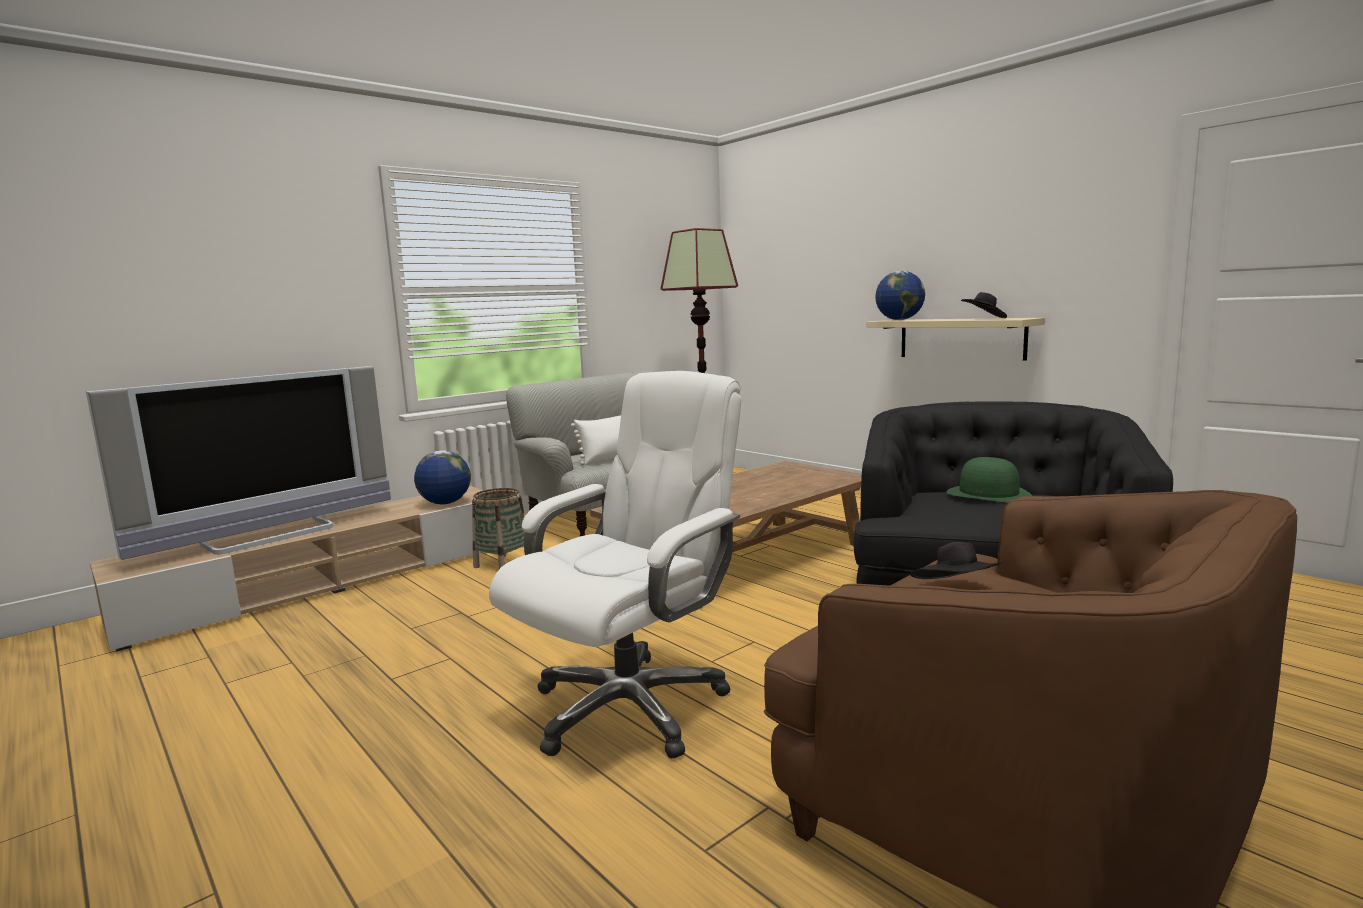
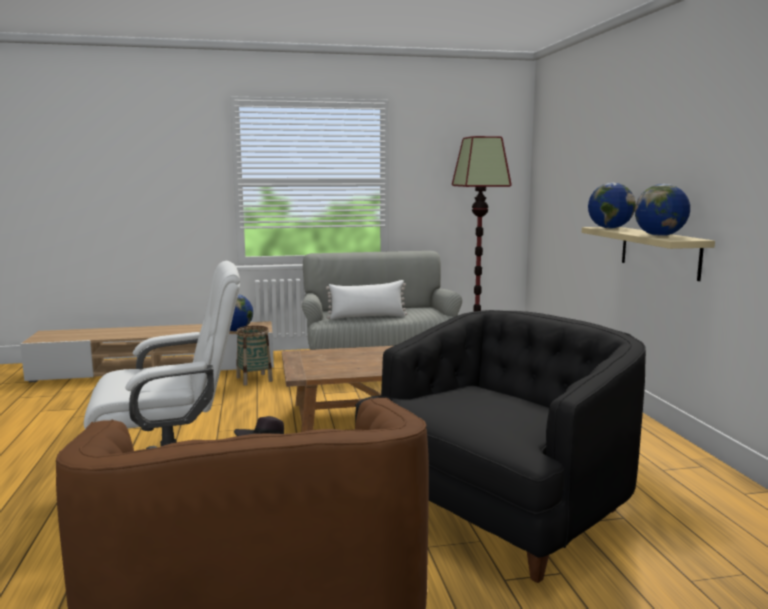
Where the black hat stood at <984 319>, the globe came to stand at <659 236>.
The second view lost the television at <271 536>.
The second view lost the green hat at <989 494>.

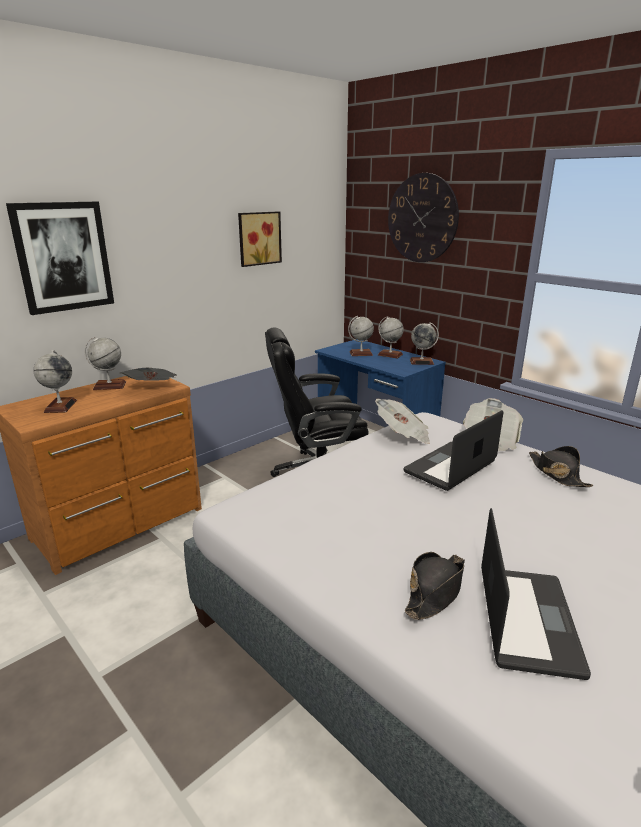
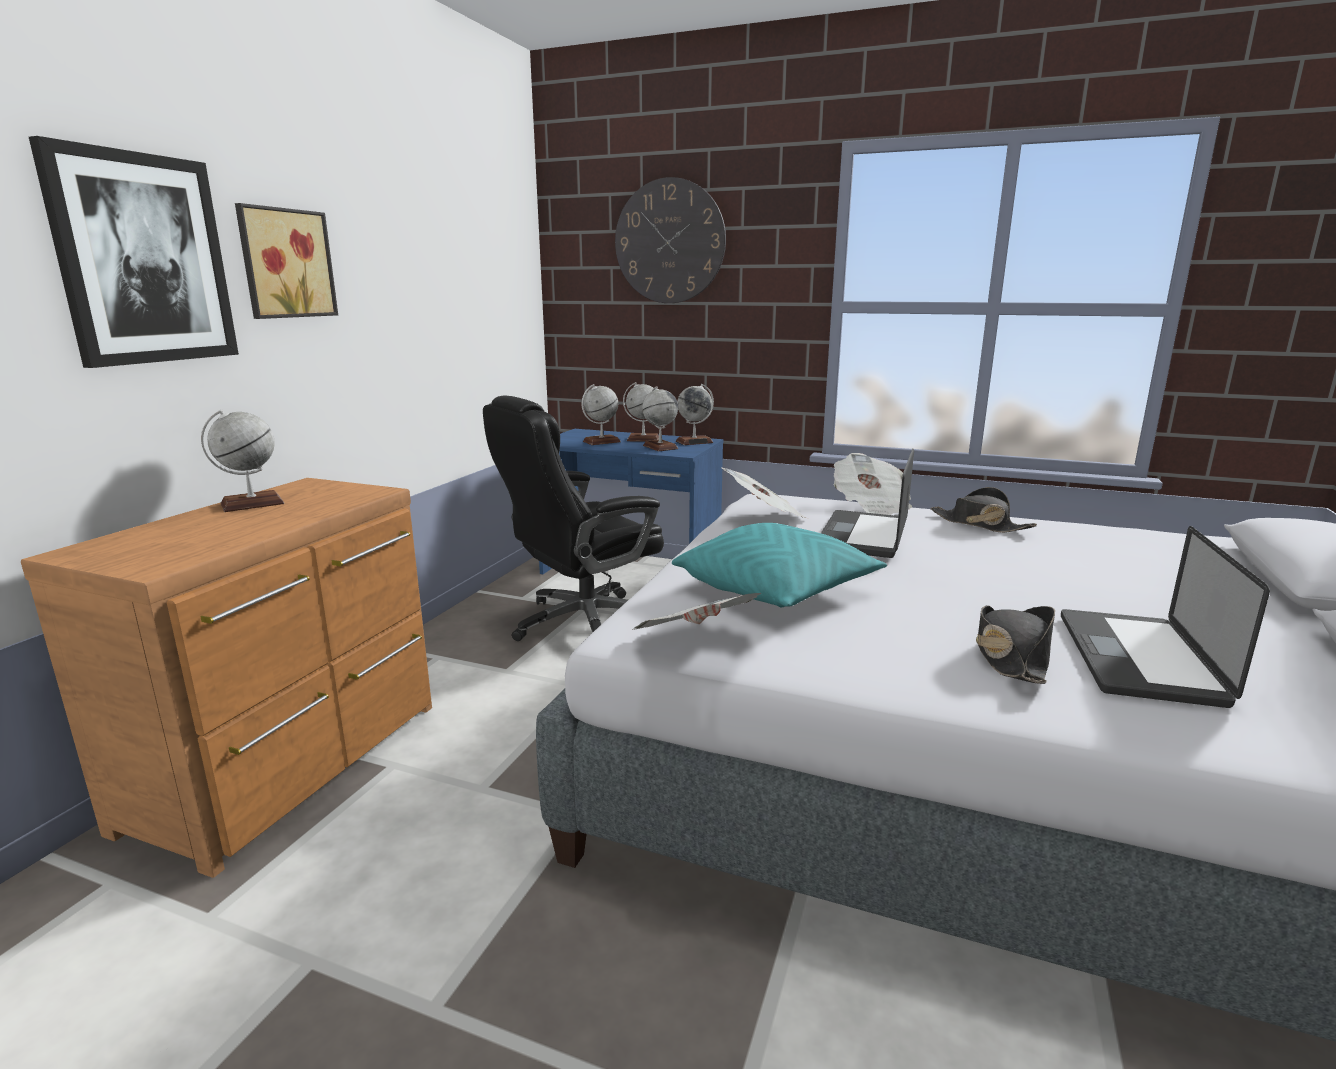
The picture ended up elsewhere, having gone from <258 238> to <284 263>.
The globe ended up elsewhere, having gone from <60 406> to <660 447>.
The newspaper ended up elsewhere, having gone from <152 389> to <694 644>.
The laptop at <527 621> ended up facing another way, 150 degrees counterclockwise from before.
The second view gained the turquoise pillow at <777 591>.

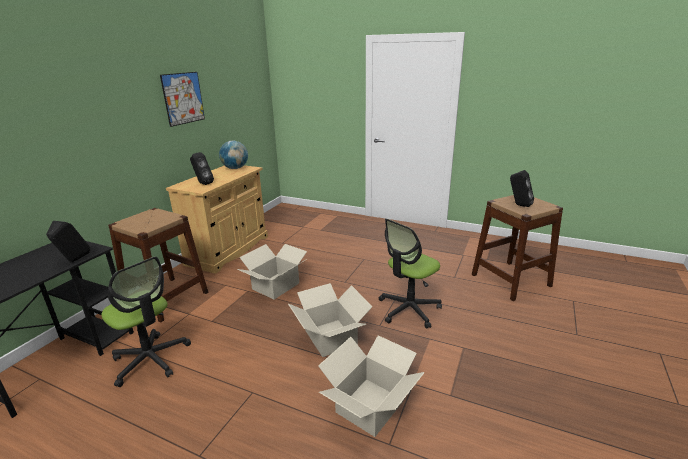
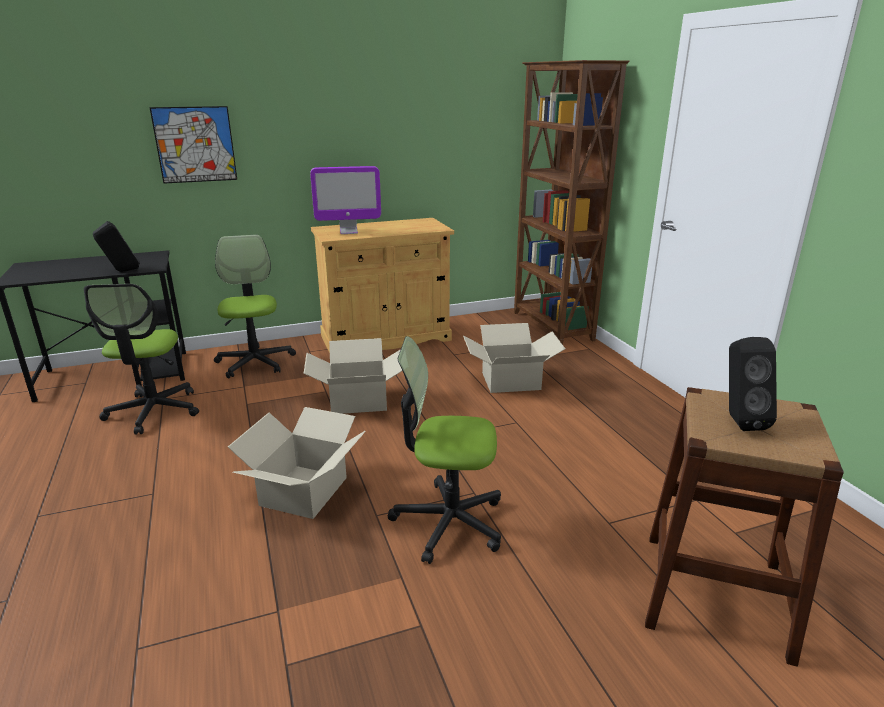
The picture ended up elsewhere, having gone from <183 98> to <195 144>.
The second view lost the globe at <235 168>.
Where the black speaker stood at <202 183>, the monitor came to stand at <348 232>.
Where the brown stool stood at <167 298>, the office chair came to stand at <255 362>.
The cardboard box ended up elsewhere, having gone from <369 405> to <510 380>.
The second view gained the brown bookcase at <551 326>.

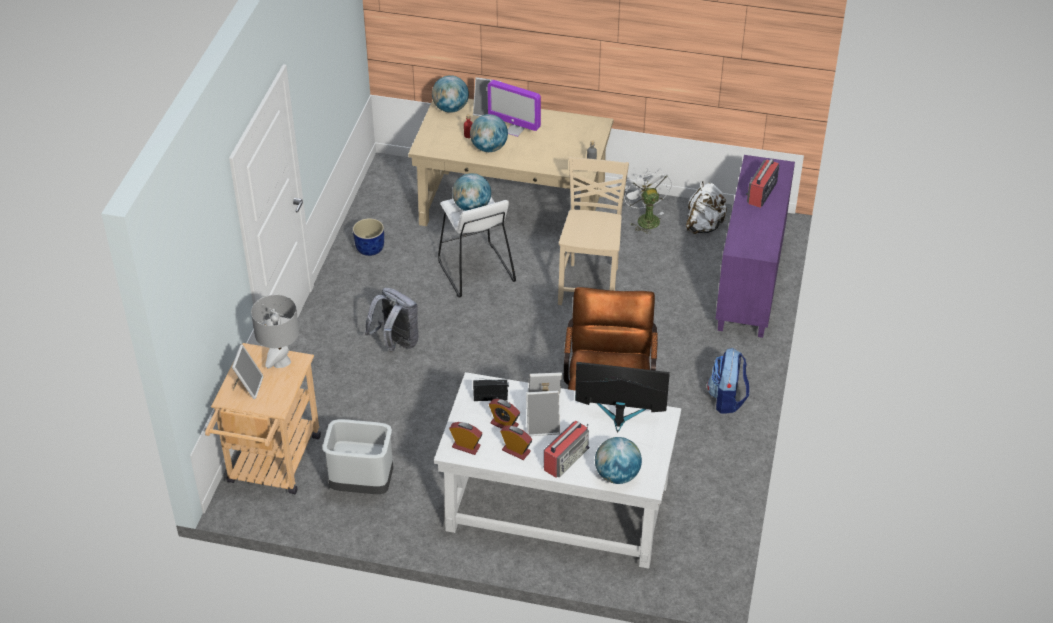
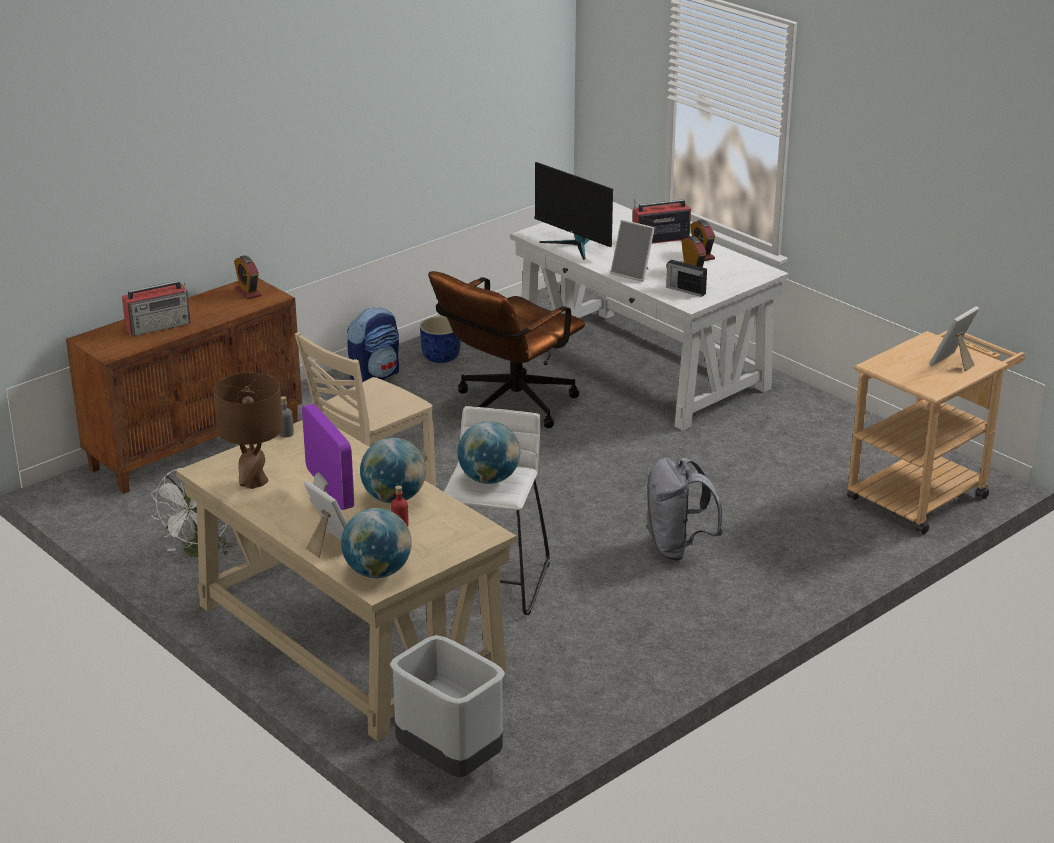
What was the purple cabinet at <750 285> turned into the brown cabinet at <196 445>.
The second view lost the white backpack at <704 226>.
The blue planter ended up elsewhere, having gone from <370 248> to <440 357>.
The second view lost the grey table lamp at <281 362>.
The second view lost the picture frame at <543 426>.
The grey trash can ended up elsewhere, having gone from <361 486> to <451 761>.
The alarm clock ended up elsewhere, having gone from <466 446> to <248 292>.
The second view lost the globe at <617 475>.
The second view gained the brown table lamp at <254 481>.

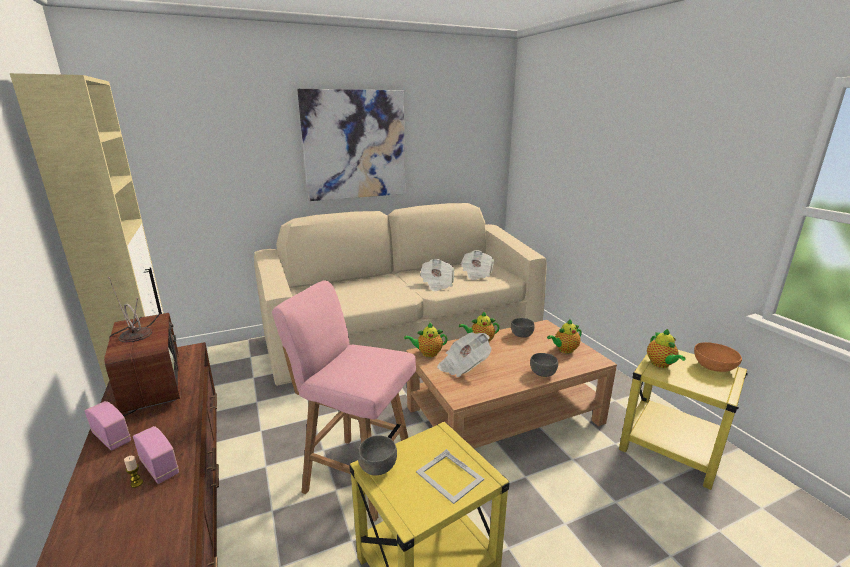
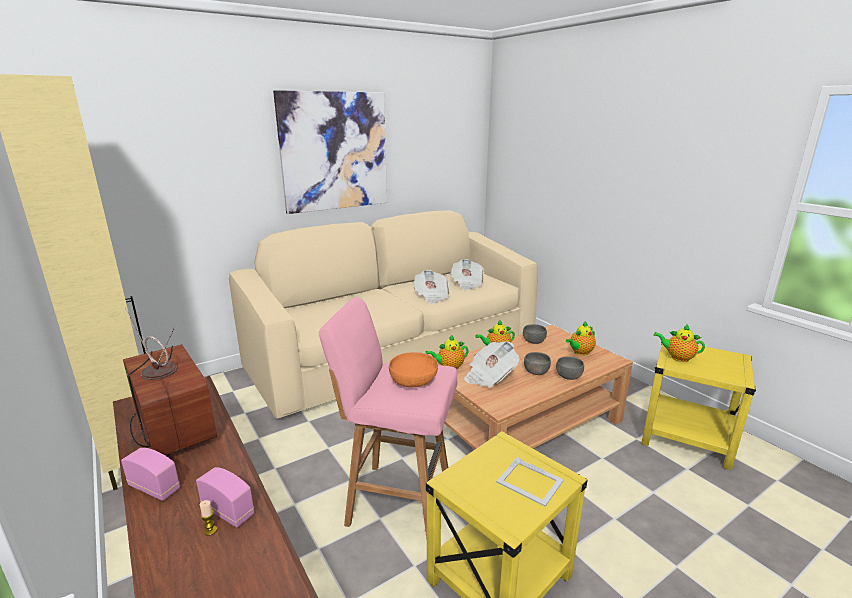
The teapot at <661 364> ended up facing another way, 135 degrees clockwise from before.
The orange bowl ended up elsewhere, having gone from <713 366> to <413 381>.
The grey bowl ended up elsewhere, having gone from <377 467> to <536 372>.

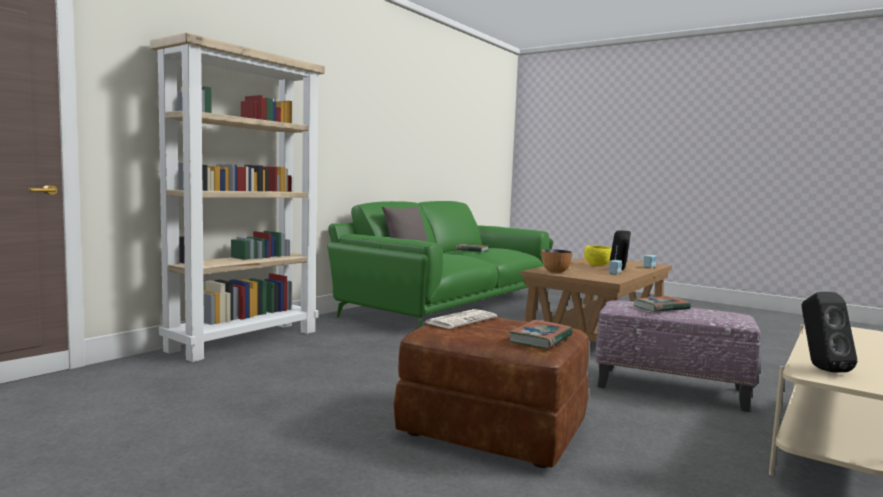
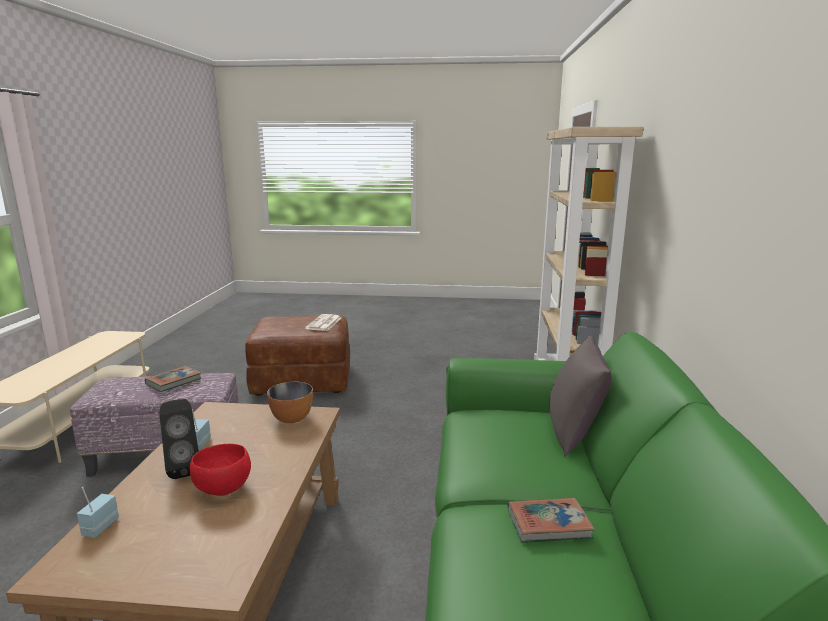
What was the yellow bowl at <597 265> turned into the red bowl at <224 490>.
The second view lost the black speaker at <820 368>.
The second view lost the book at <540 339>.

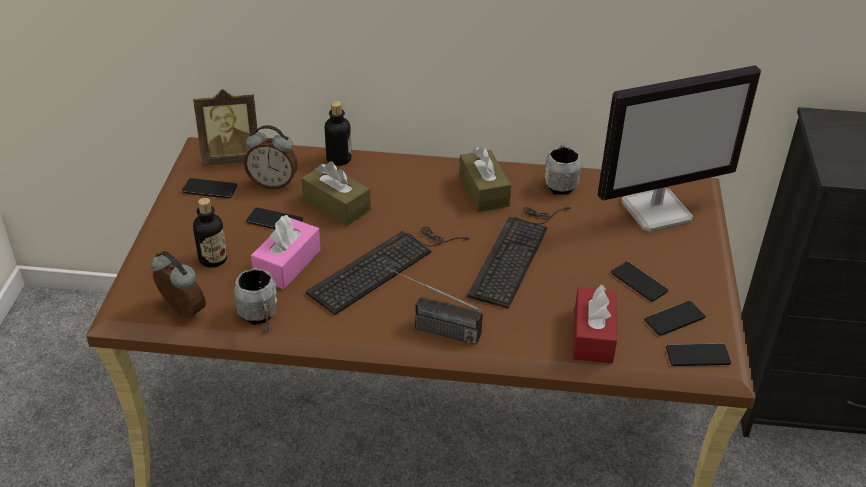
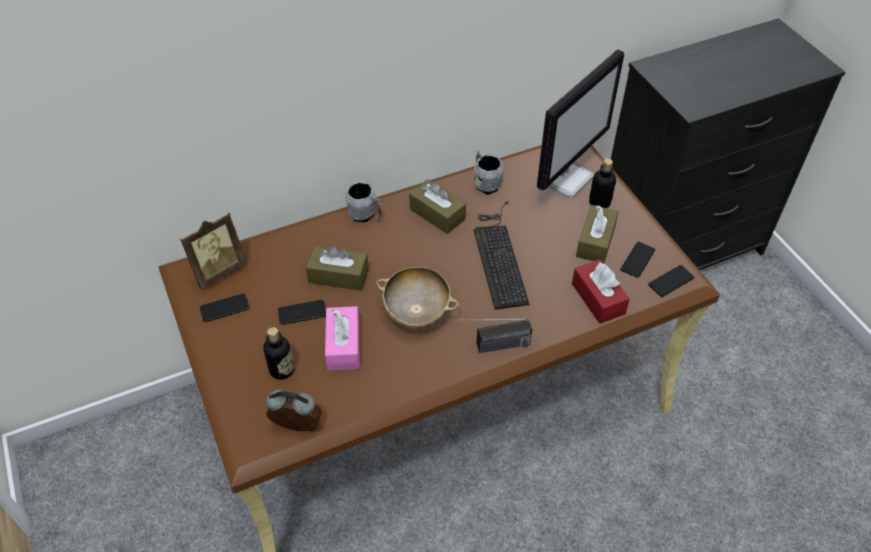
The bottle ended up elsewhere, having gone from <339 159> to <599 203>.
The second view lost the alarm clock at <273 183>.
Where the keyboard stood at <384 266>, the beige bowl came to stand at <417 312>.
Where the phone stood at <639 282>, the brown tissue box came to stand at <595 241>.
The grey mug ended up elsewhere, having gone from <260 317> to <366 216>.

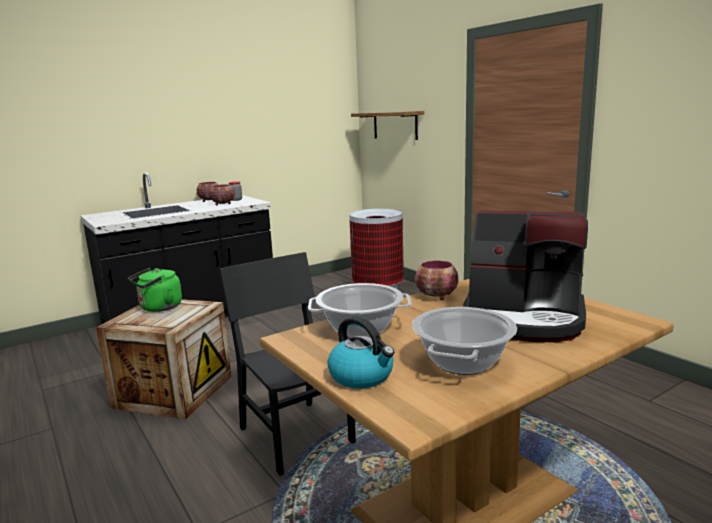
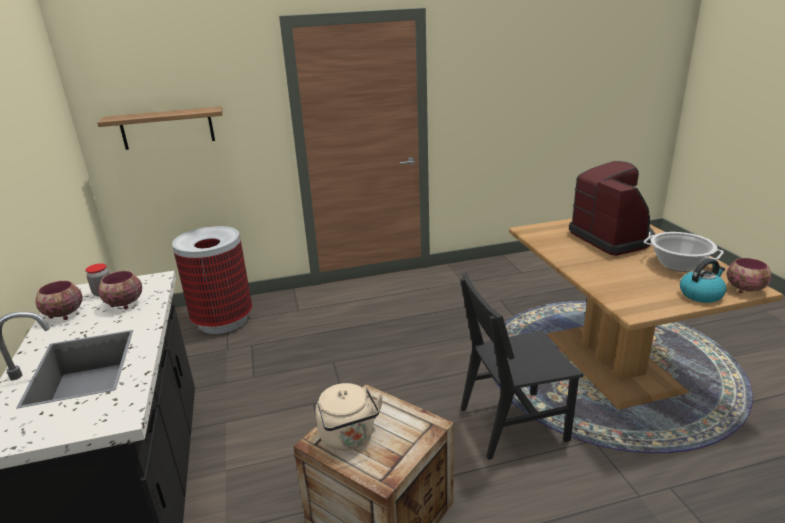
The coffee machine at <524 319> ended up facing another way, 60 degrees counterclockwise from before.
The bowl ended up elsewhere, having gone from <437 296> to <745 289>.
What was the green kettle at <158 308> turned into the beige kettle at <349 437>.
The second view lost the cooking pot at <361 329>.

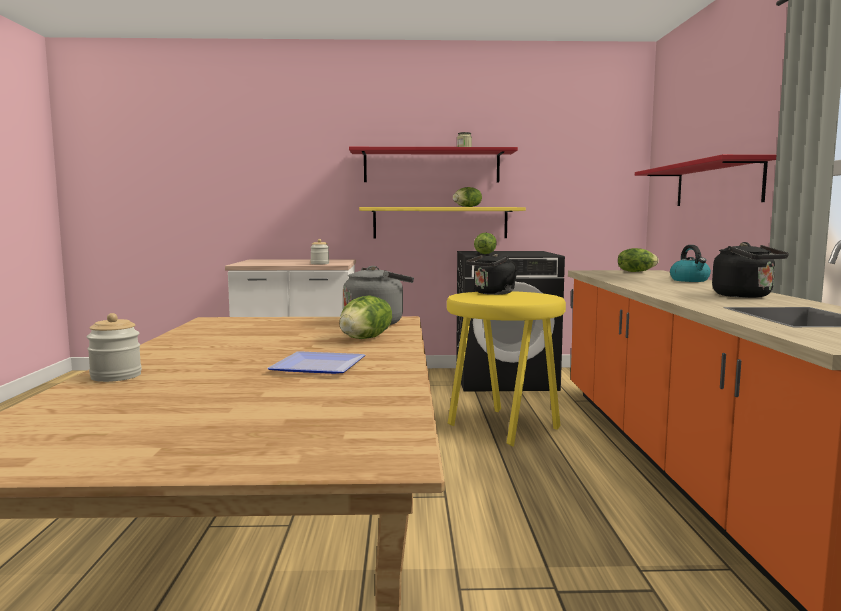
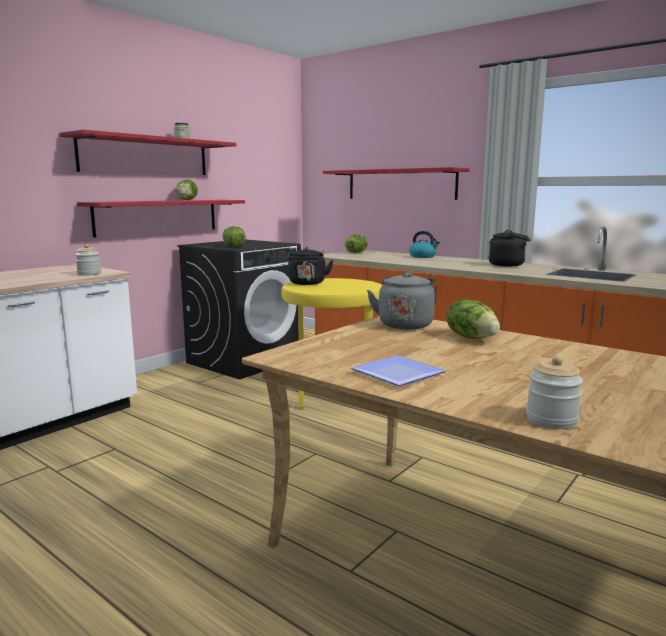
What was the yellow shelf at <440 223> turned into the red shelf at <158 217>.
The plate ended up elsewhere, having gone from <315 367> to <398 375>.

